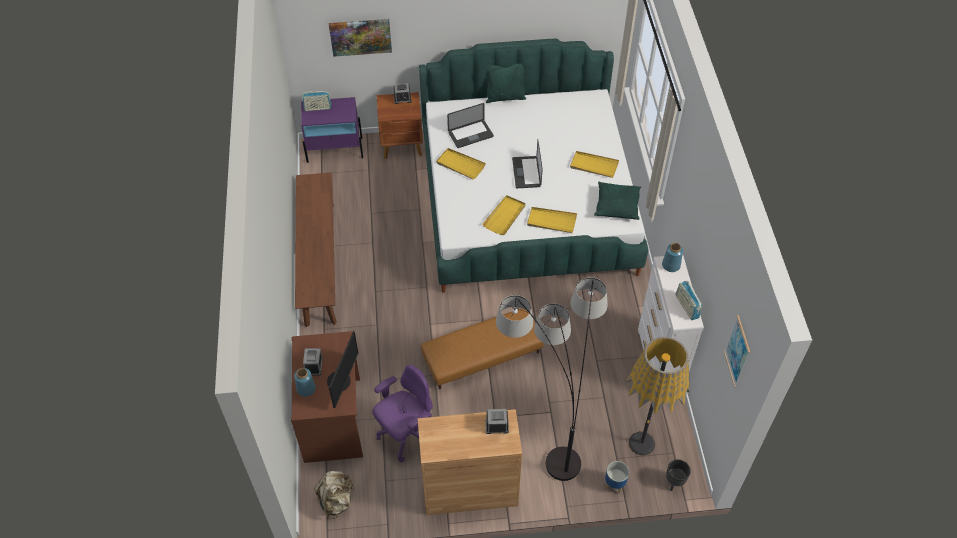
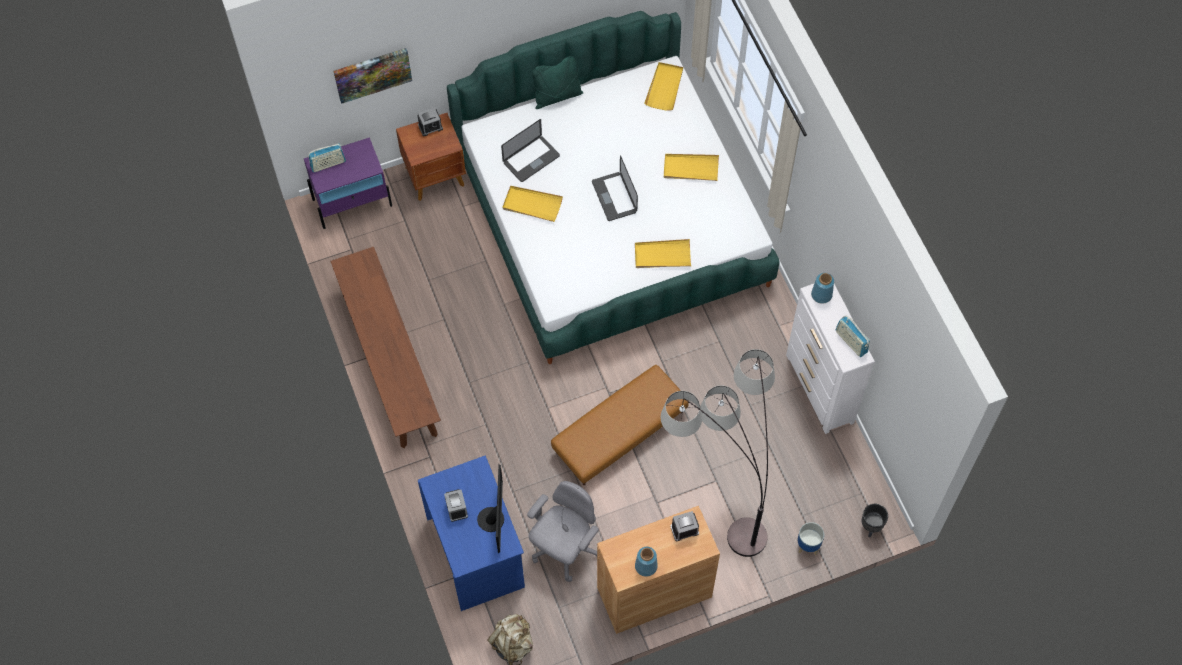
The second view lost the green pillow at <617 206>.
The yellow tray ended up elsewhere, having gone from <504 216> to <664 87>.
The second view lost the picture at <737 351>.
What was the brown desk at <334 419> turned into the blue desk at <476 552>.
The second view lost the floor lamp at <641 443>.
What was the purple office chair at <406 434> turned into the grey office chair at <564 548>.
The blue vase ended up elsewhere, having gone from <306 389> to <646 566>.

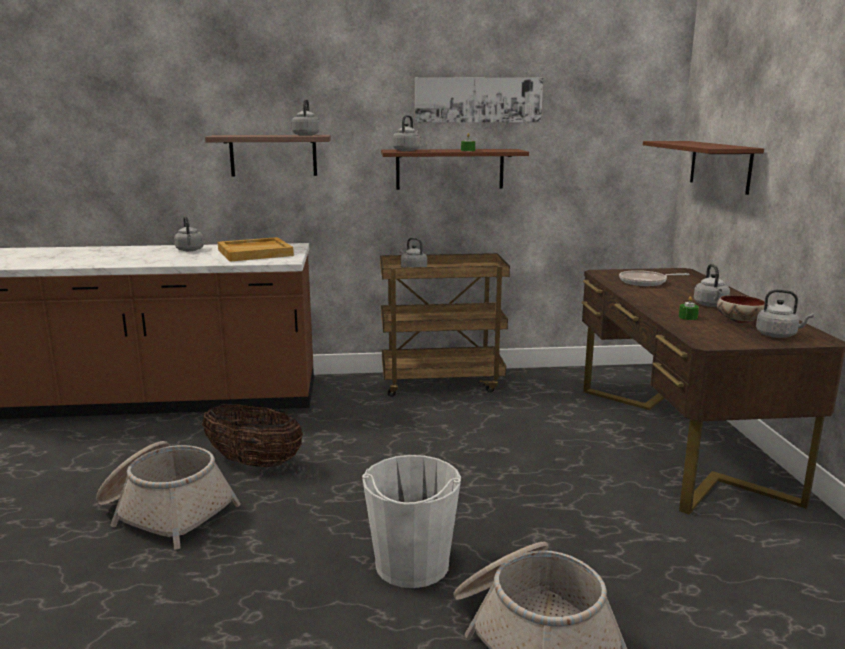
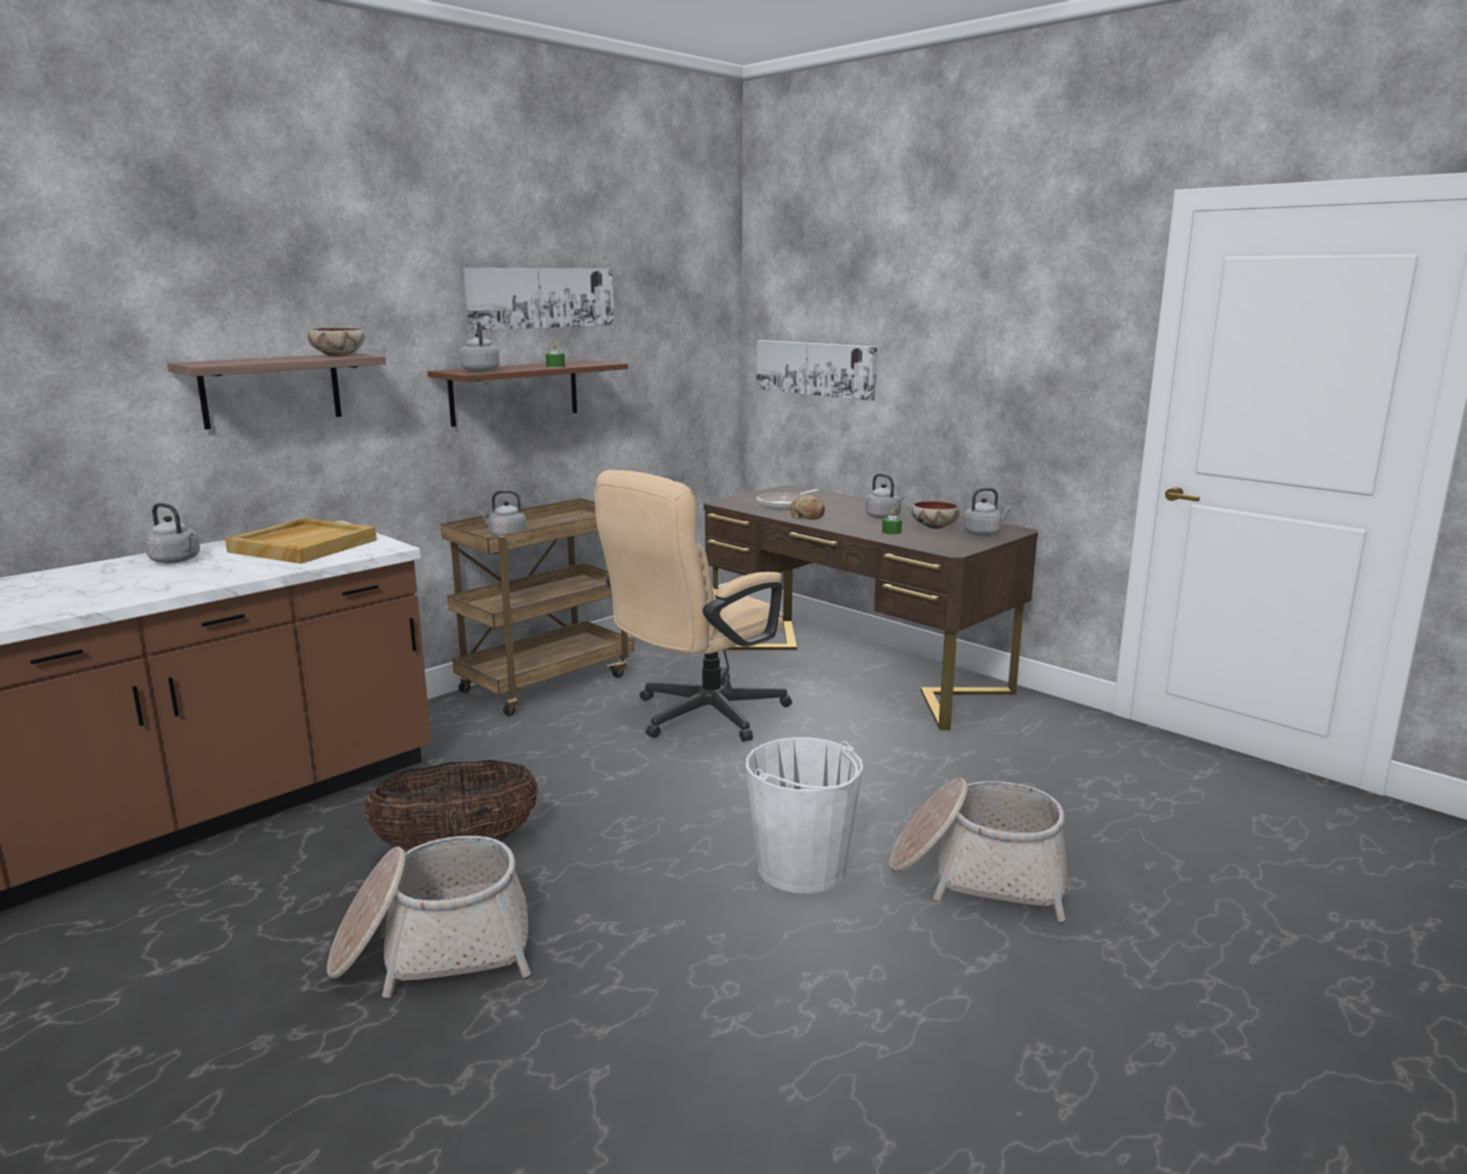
Where the grey kettle stood at <306 135>, the bowl came to stand at <337 356>.
Where the brown shelf hung at <720 166>, the picture came to hang at <815 368>.
The second view gained the beige office chair at <698 717>.
The second view gained the bread at <807 516>.

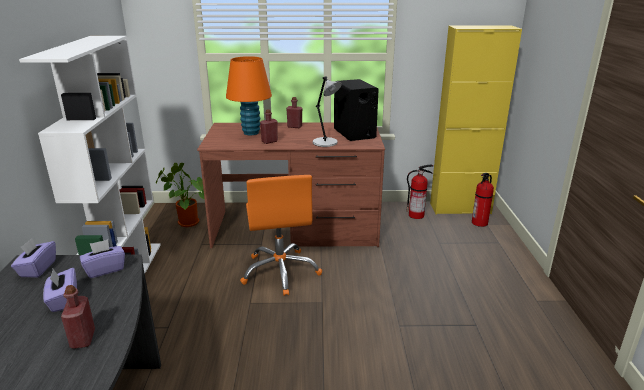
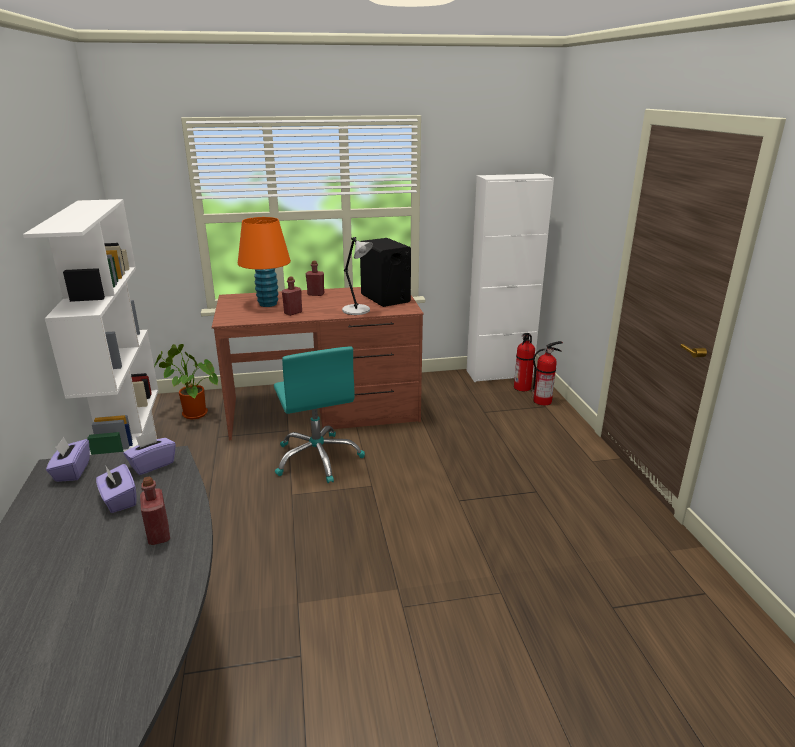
What was the yellow cabinet at <460 208> turned into the white cabinet at <499 374>.
The fire extinguisher ended up elsewhere, having gone from <416 215> to <543 401>.
What was the orange office chair at <281 272> turned into the turquoise office chair at <318 458>.

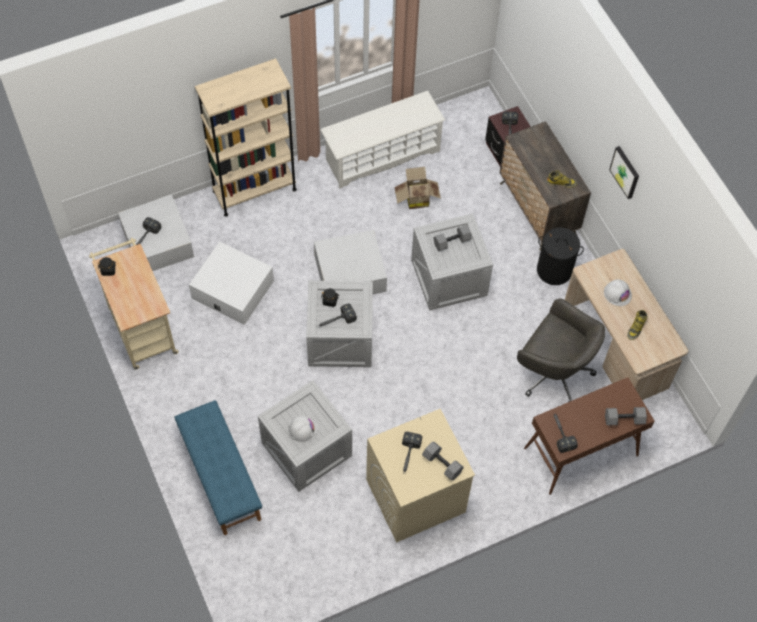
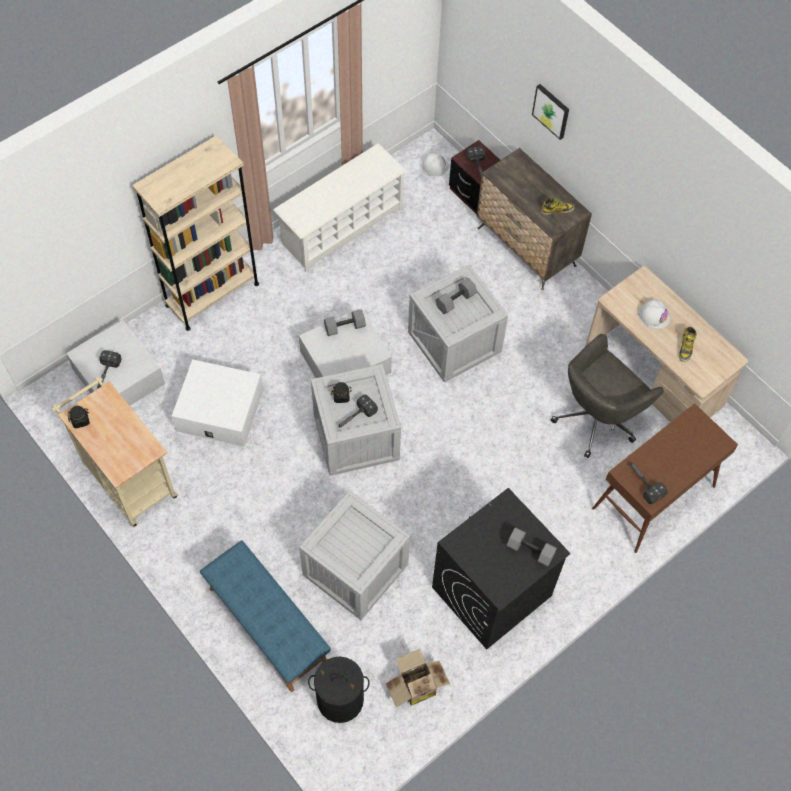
The picture ended up elsewhere, having gone from <625 172> to <551 111>.
The cardboard box ended up elsewhere, having gone from <416 198> to <415 686>.
The black laundry basket ended up elsewhere, having gone from <554 270> to <340 699>.
The grey office chair at <553 372> ended up facing another way, 120 degrees clockwise from before.
The grey dumbbell ended up elsewhere, having gone from <623 420> to <344 328>.
What was the beige washing machine at <415 496> turned into the black washing machine at <491 592>.
The white hard hat ended up elsewhere, having gone from <303 429> to <434 166>.
The second view lost the hammer at <408 456>.

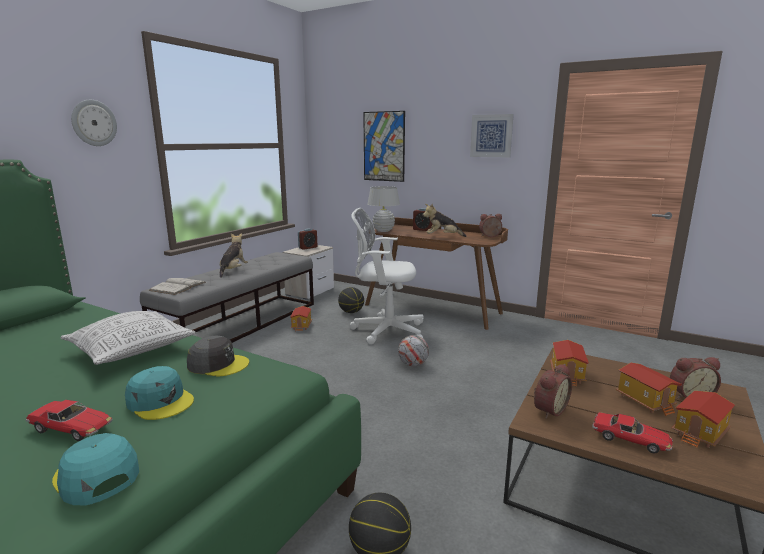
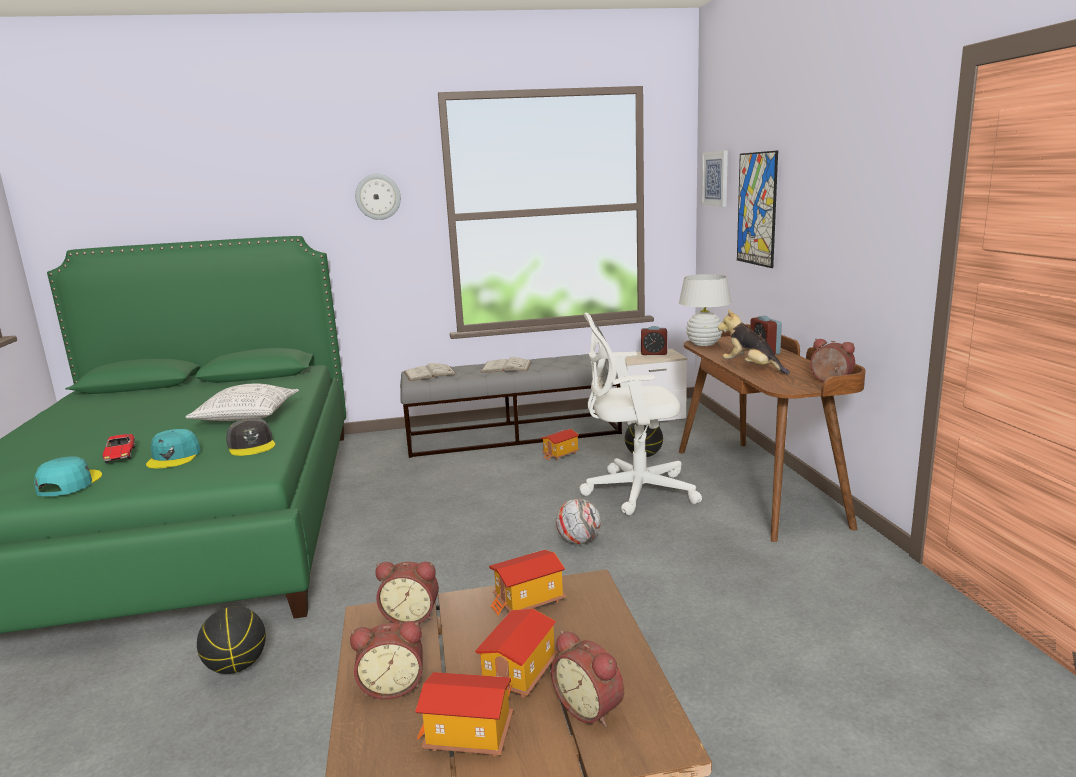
The picture ended up elsewhere, having gone from <491 136> to <715 178>.
The white office chair at <385 330> ended up facing another way, 60 degrees counterclockwise from before.
Where the plush toy stood at <233 270>, the white book came to stand at <506 367>.
Where the toy car stood at <630 439>, the alarm clock came to stand at <392 685>.

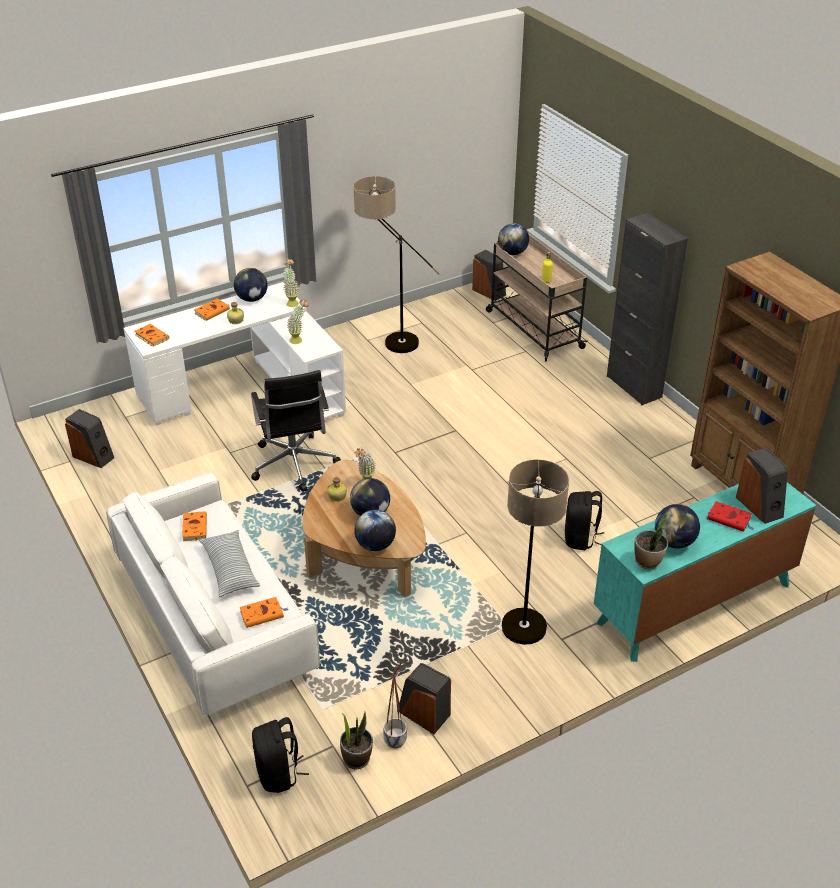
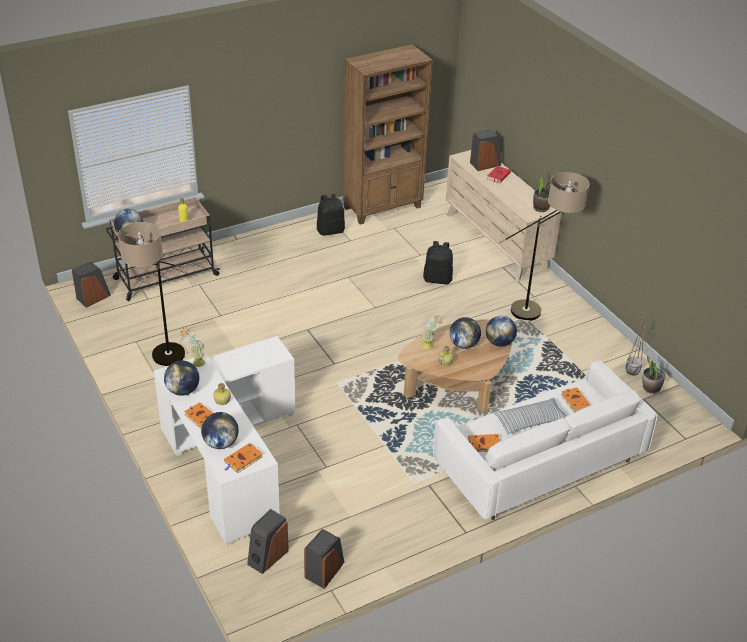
The second view lost the black cabinet at <634 386>.
The second view lost the potted plant at <299 340>.
The second view lost the black office chair at <294 465>.
What was the turquoise dresser at <694 604> turned into the beige dresser at <496 242>.
The globe ended up elsewhere, having gone from <674 542> to <220 443>.
The speaker ended up elsewhere, having gone from <423 714> to <267 556>.
The black backpack ended up elsewhere, having gone from <279 774> to <330 230>.

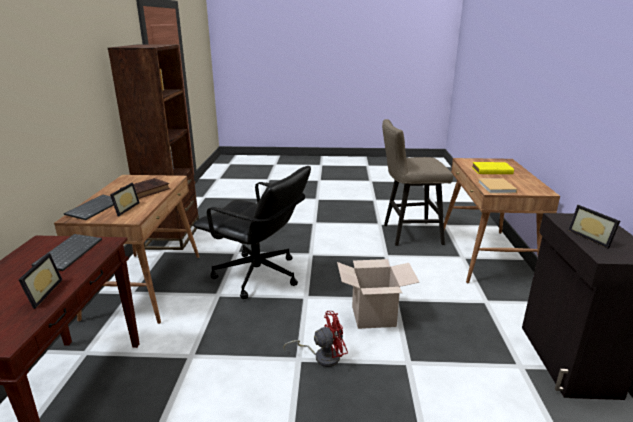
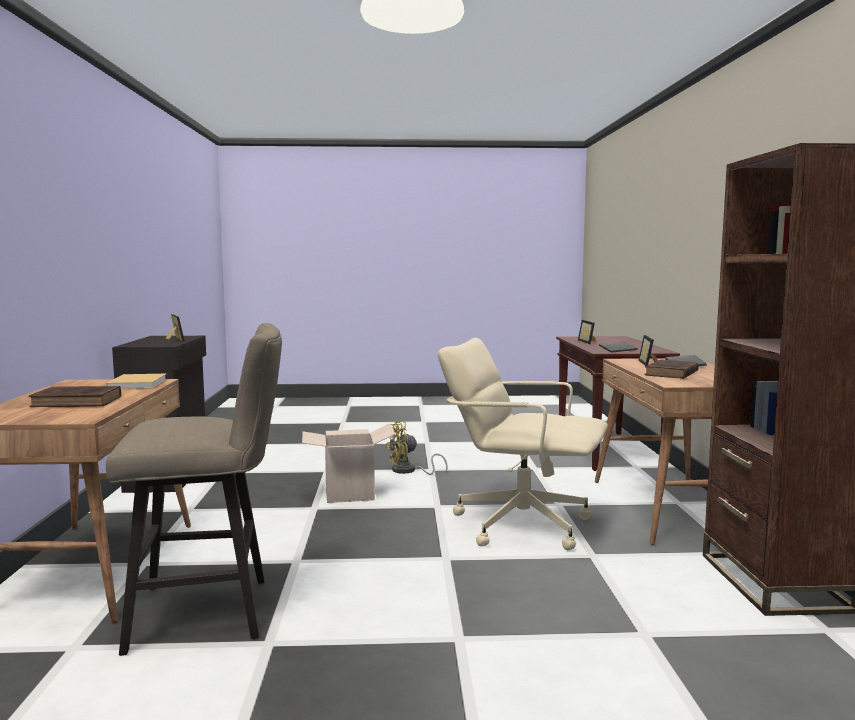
What was the yellow book at <490 170> turned into the brown book at <79 402>.
What was the black office chair at <258 276> turned into the beige office chair at <520 524>.
What was the red fan at <322 356> turned into the yellow fan at <408 471>.

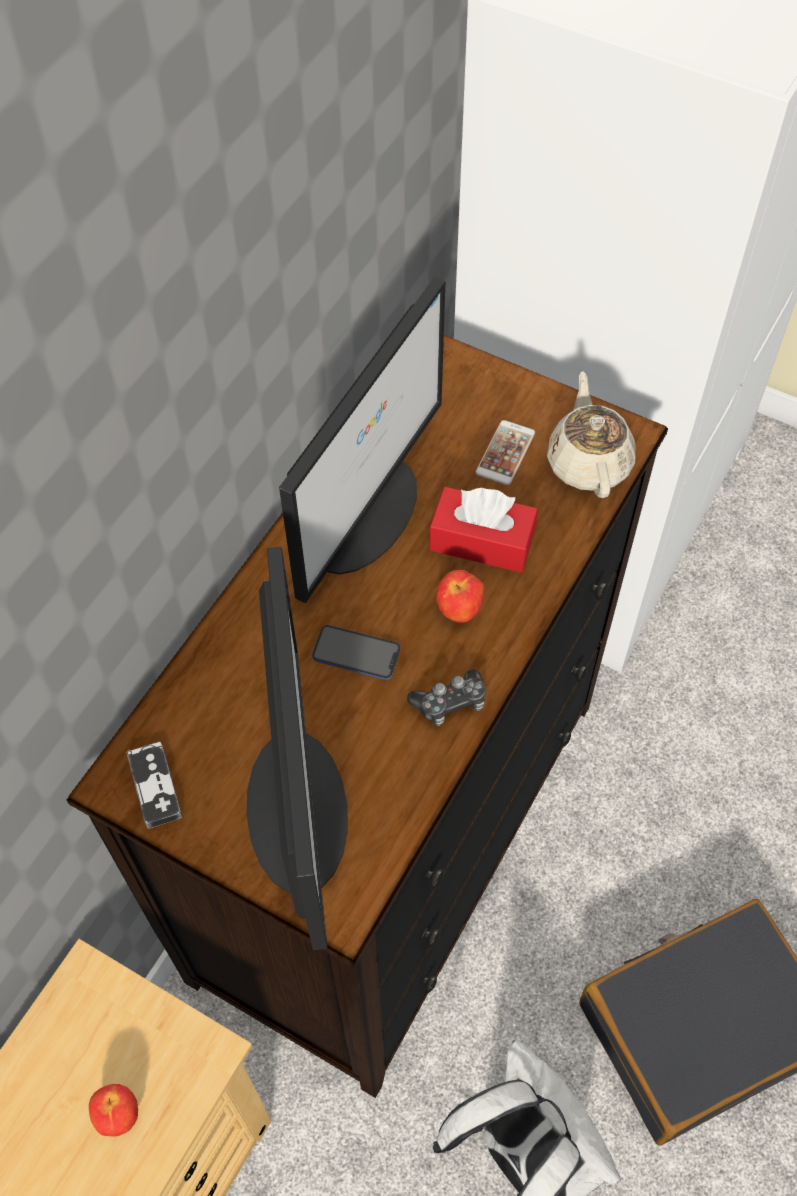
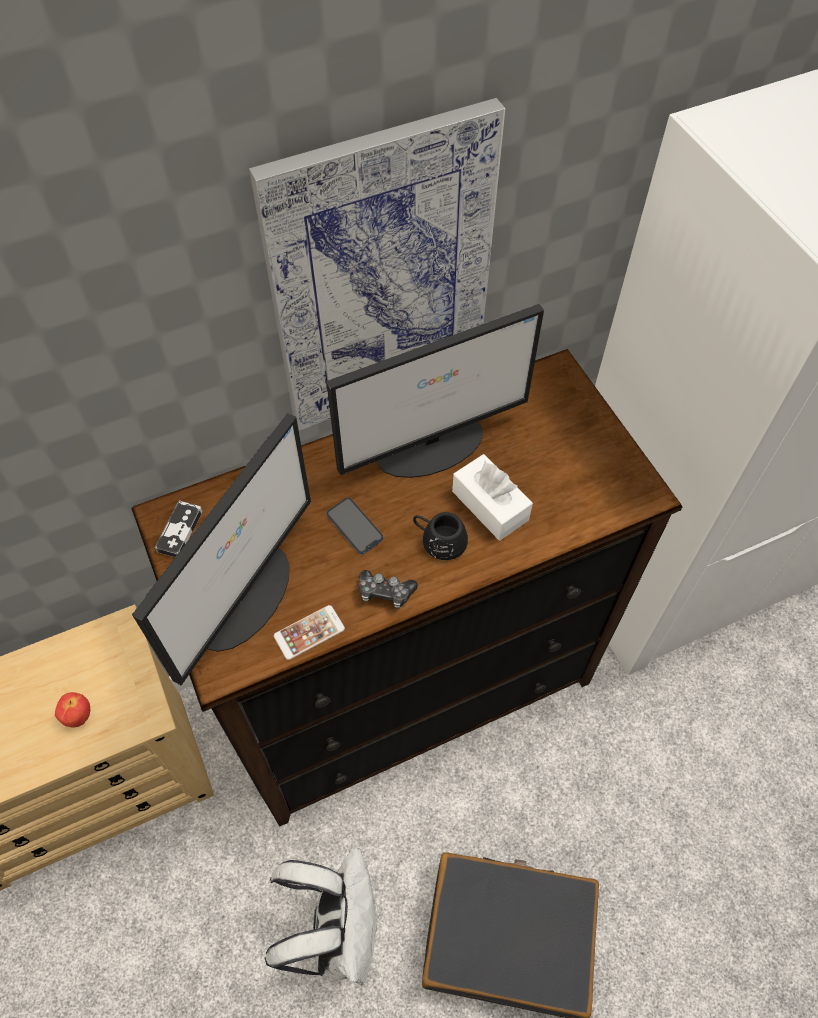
The second view lost the beige teapot at <588 462>.
The phone ended up elsewhere, having gone from <505 453> to <309 632>.
What was the red tissue box at <482 541> turned into the white tissue box at <490 505>.
Where the apple stood at <459 611>, the black mug came to stand at <439 540>.
The second view gained the picture at <381 279>.

